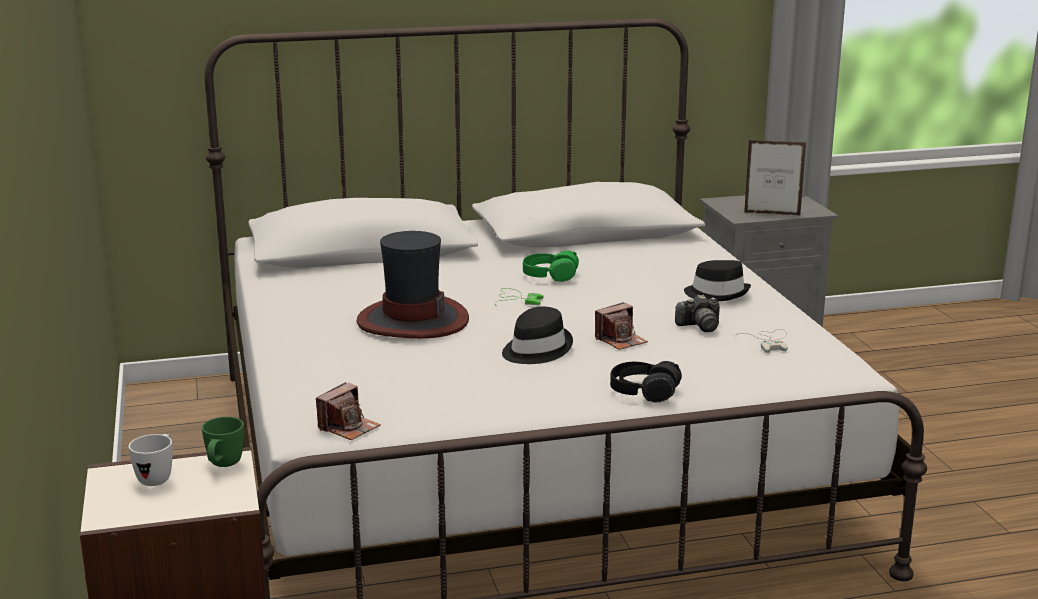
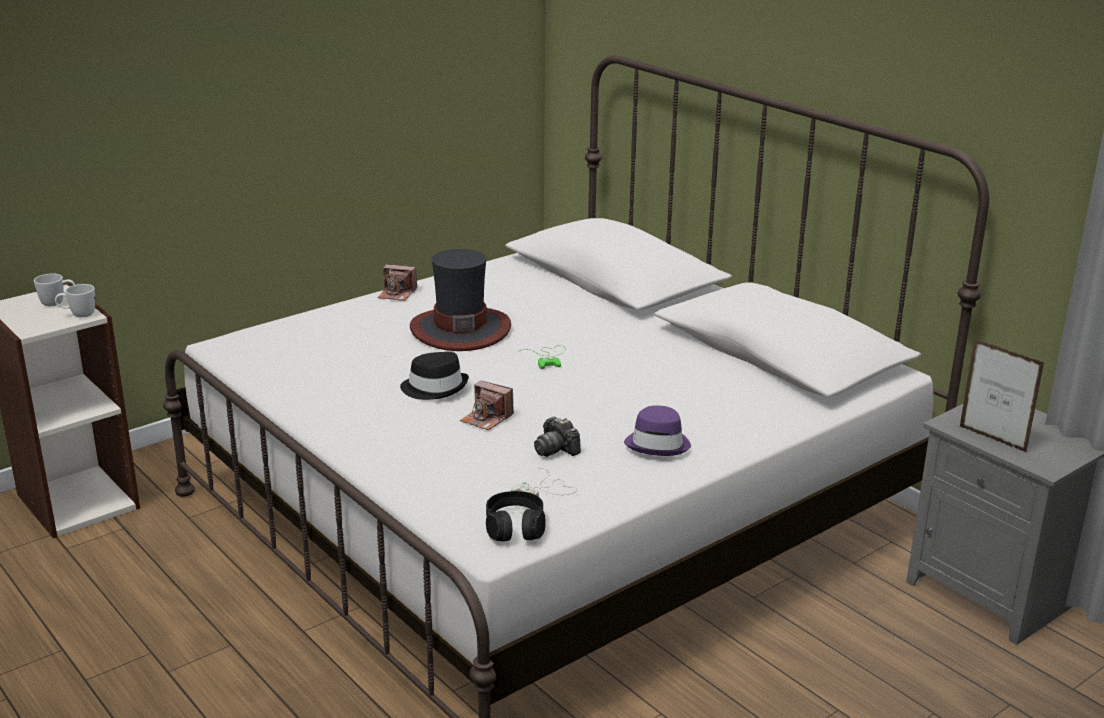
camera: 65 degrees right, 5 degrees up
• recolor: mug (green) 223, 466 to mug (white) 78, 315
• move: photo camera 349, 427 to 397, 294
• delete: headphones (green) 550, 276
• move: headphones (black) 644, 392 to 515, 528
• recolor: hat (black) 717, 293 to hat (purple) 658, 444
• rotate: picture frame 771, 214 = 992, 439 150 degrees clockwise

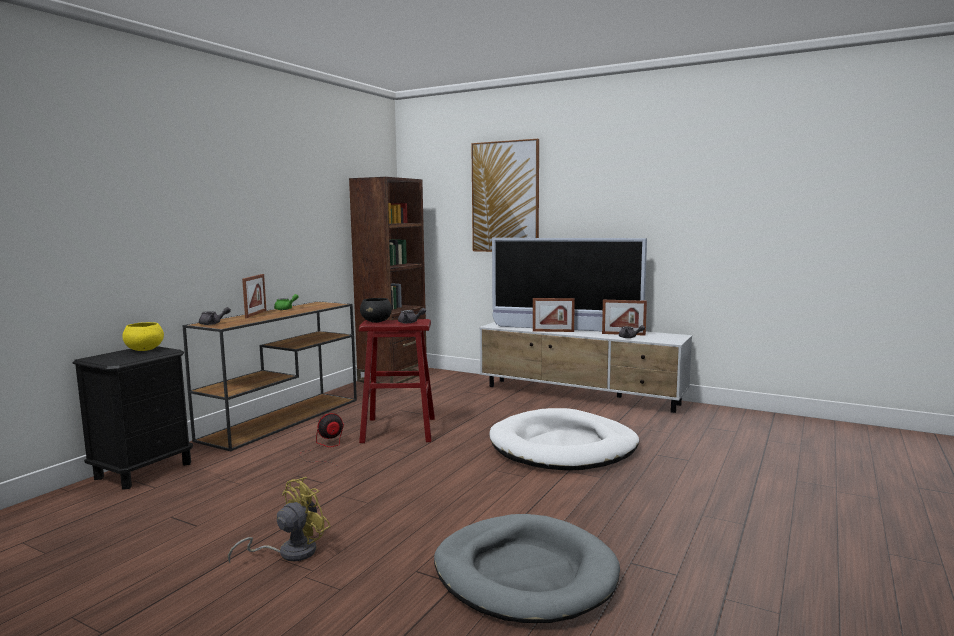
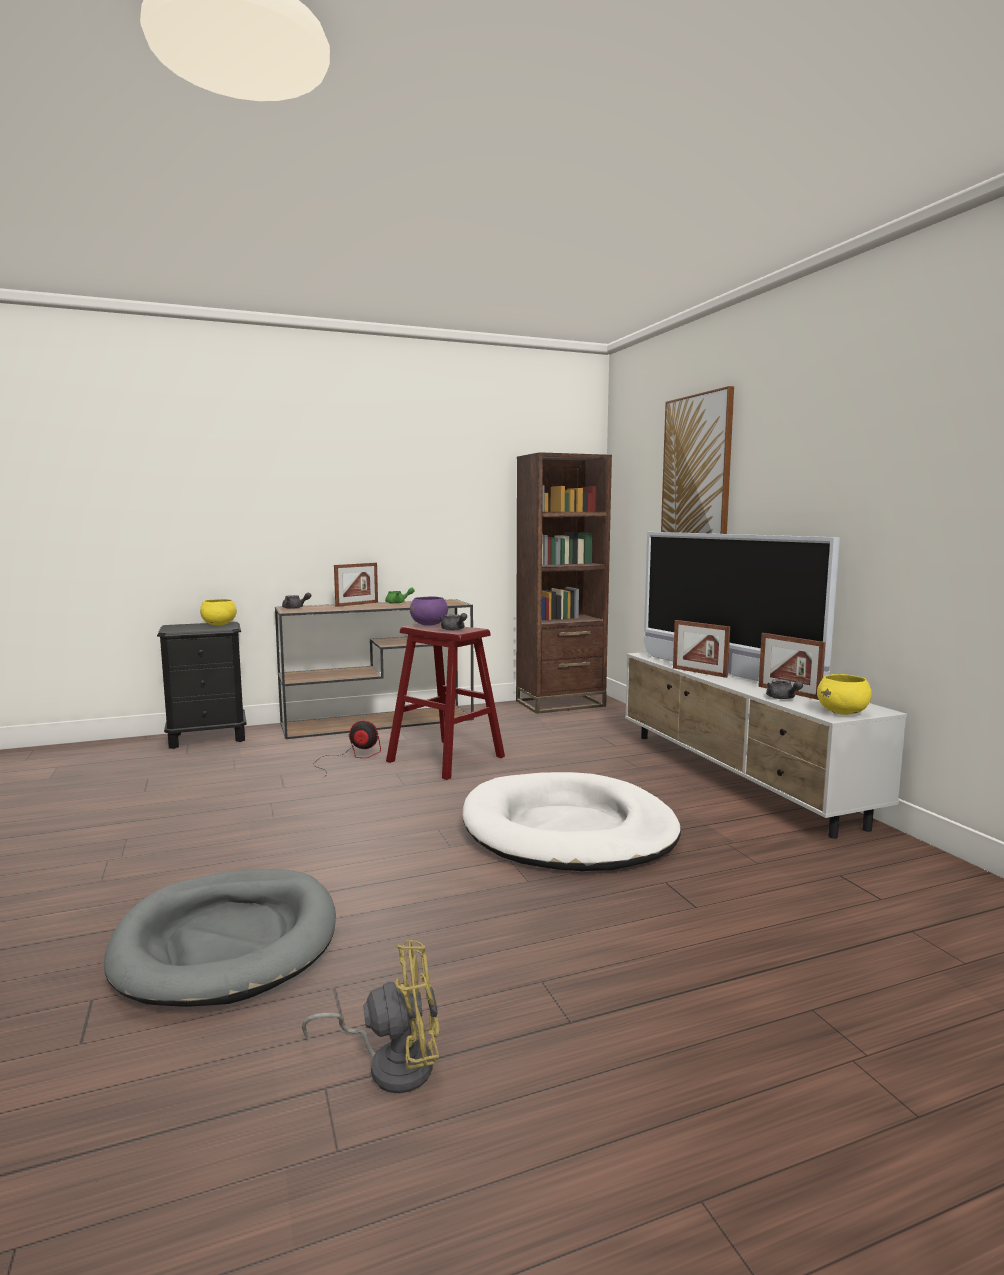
camera: 40 degrees right, 0 degrees up
• move: fan (yellow) 289, 552 to 391, 1064
• recolor: bowl (black) 376, 321 to bowl (purple) 429, 624
• insert: bowl (yellow) 843, 712

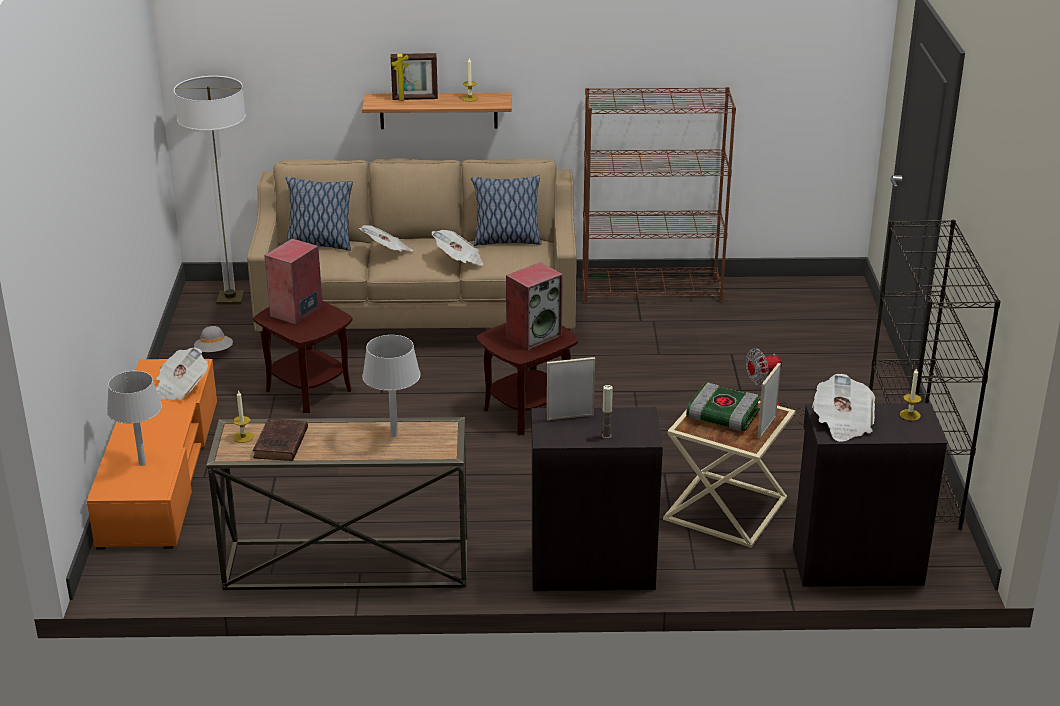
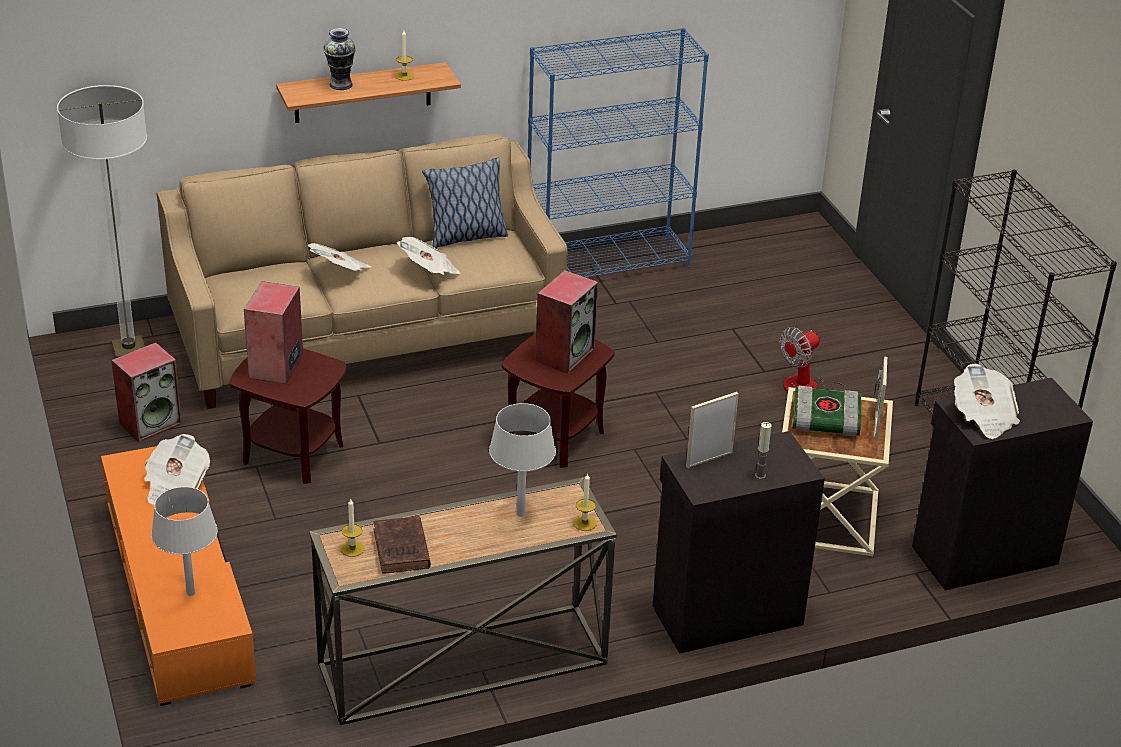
camera: 20 degrees left, 5 degrees up
• replace: hat (grey) 214, 352 to speaker 151, 423
• delete: pillow 319, 244
• replace: picture frame 415, 99 to vase 341, 84
• recolor: bookcase (brown) 652, 290 to bookcase (blue) 608, 263
• move: candle 910, 415 to 584, 523

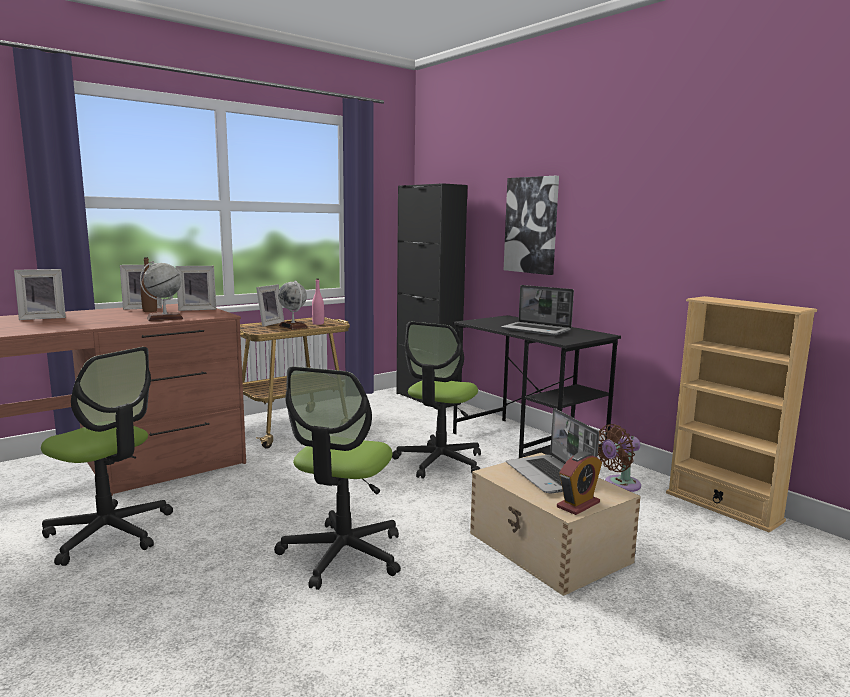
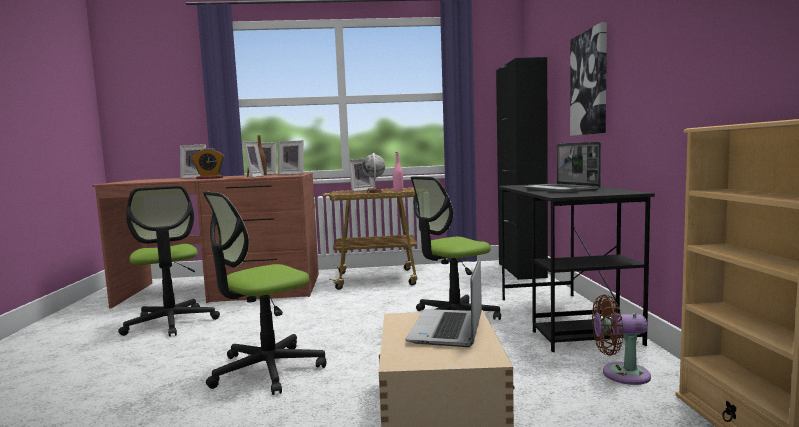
camera: 35 degrees right, 5 degrees down
• replace: globe 165, 318 to picture frame 252, 177
• move: alarm clock 578, 505 to 210, 178

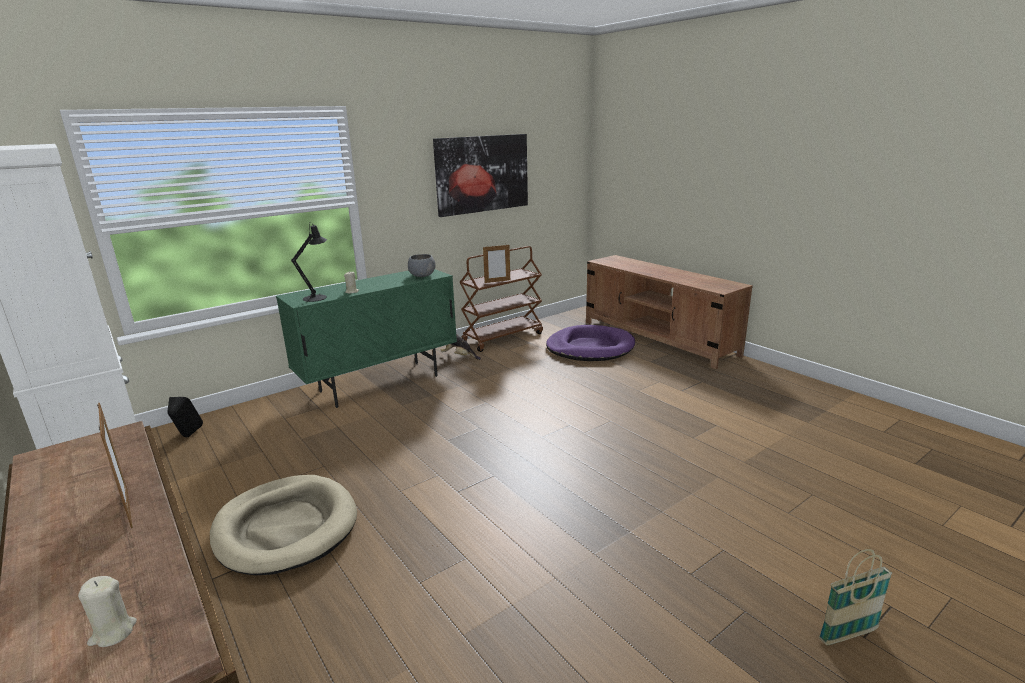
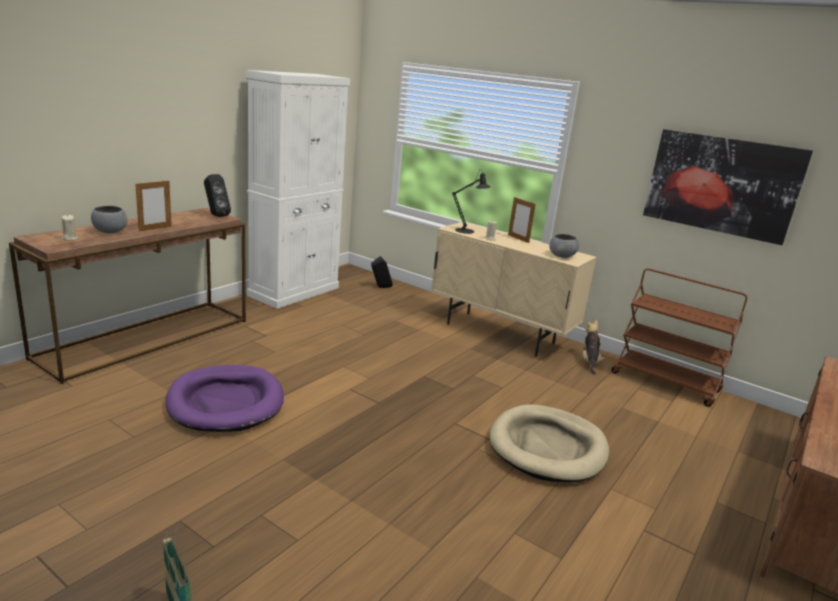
camera: 70 degrees right, 0 degrees up
• move: dog bed (beige) 286, 528 to 548, 447
• recolor: cabinet (green) 380, 383 to cabinet (beige) 500, 334
• move: picture frame 497, 281 to 518, 239
• move: dog bed (purple) 590, 348 to 226, 402
• insert: bowl (grey) 110, 231
• insert: speaker (black) 215, 215

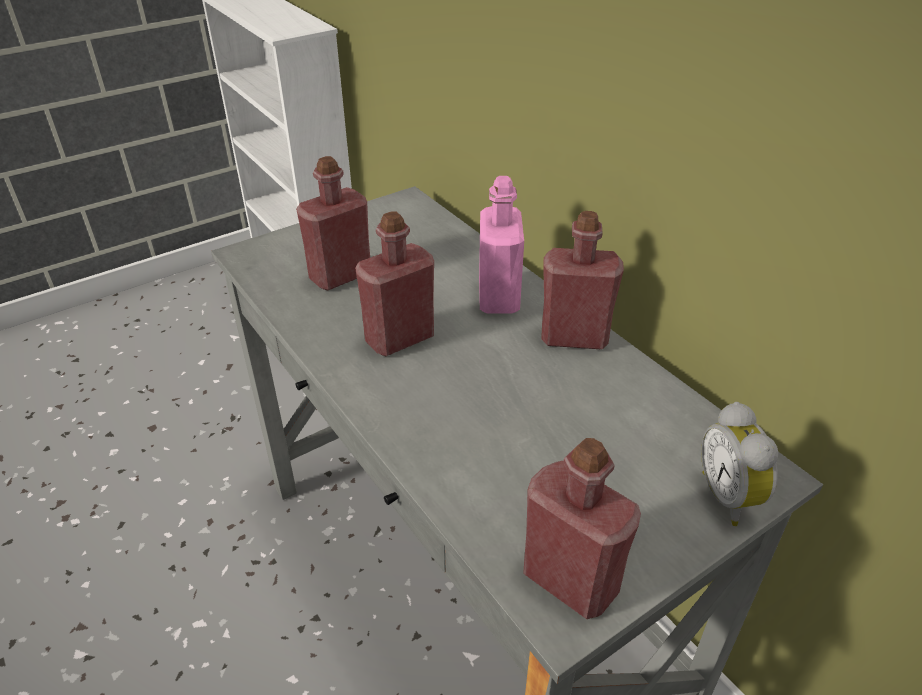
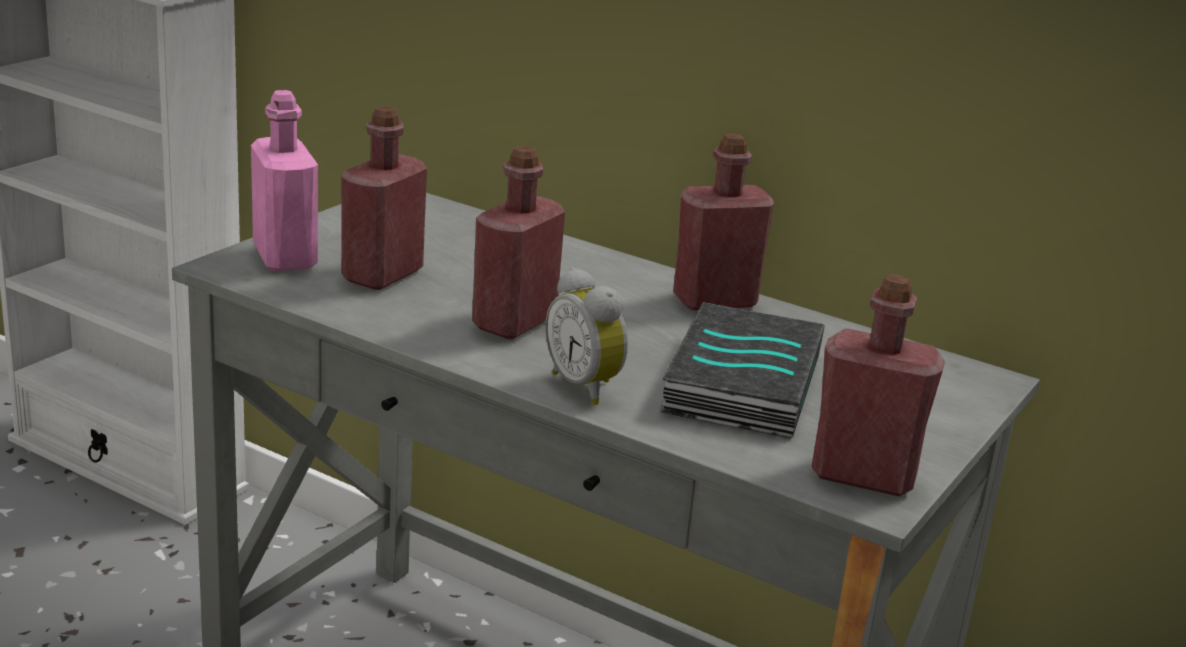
camera: 25 degrees left, 15 degrees down
• move: bottle (pink) 498, 298 to 285, 257
• move: alarm clock 730, 497 to 586, 387
• insert: book 739, 382

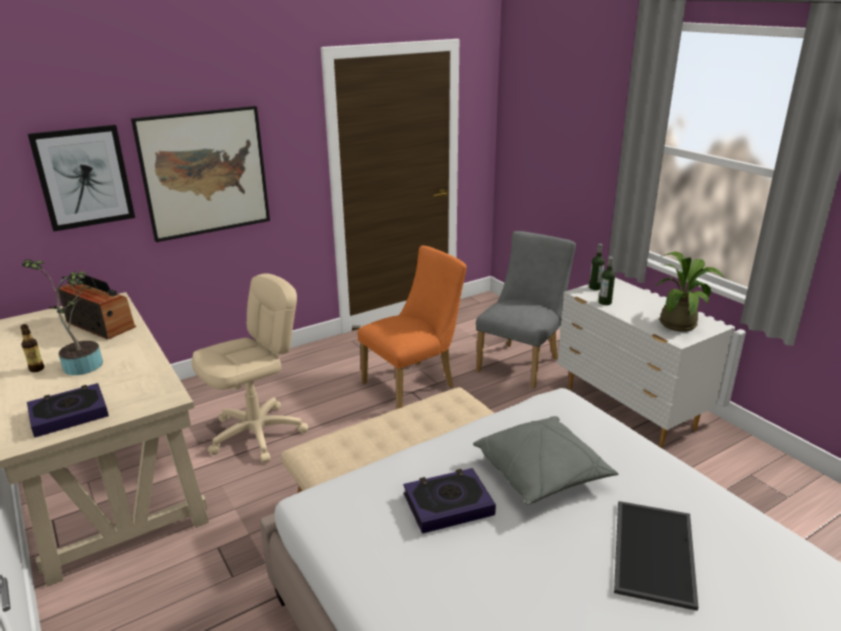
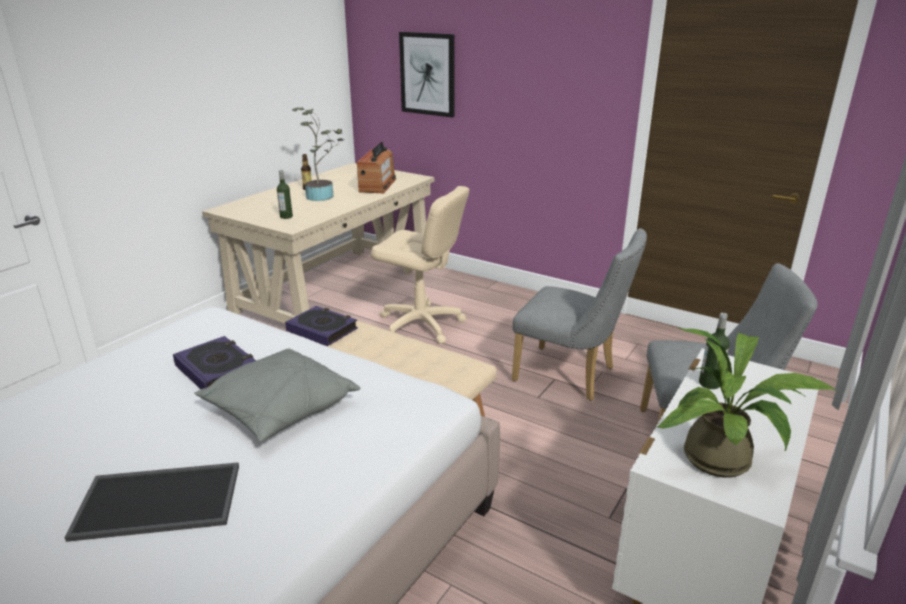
camera: 65 degrees right, 0 degrees up
• move: book 69, 414 to 322, 330
• delete: picture 205, 173
• recolor: chair (orange) 414, 383 to chair (grey) 571, 376
• move: bottle 595, 288 to 286, 217

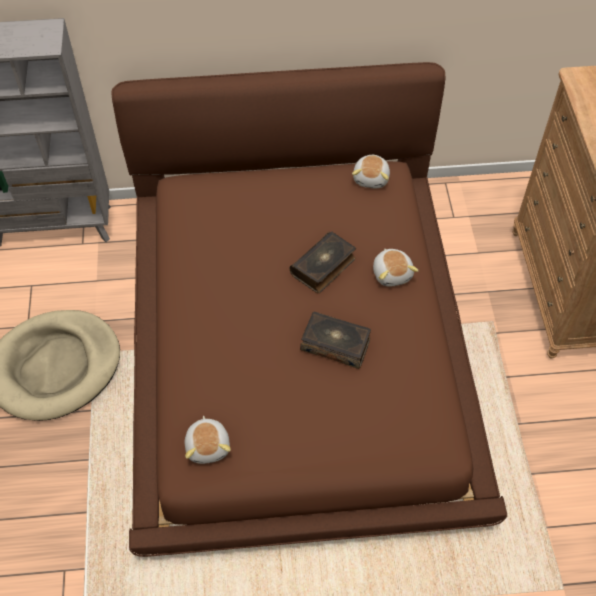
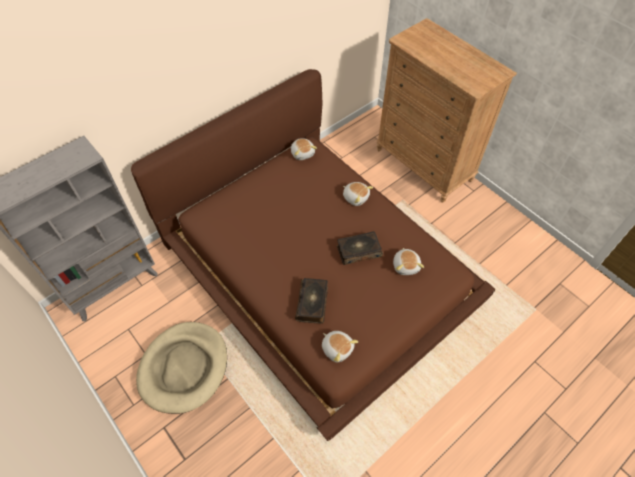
camera: 35 degrees left, 0 degrees up
• move: book 324, 267 to 312, 303
• insert: plush toy 406, 266

